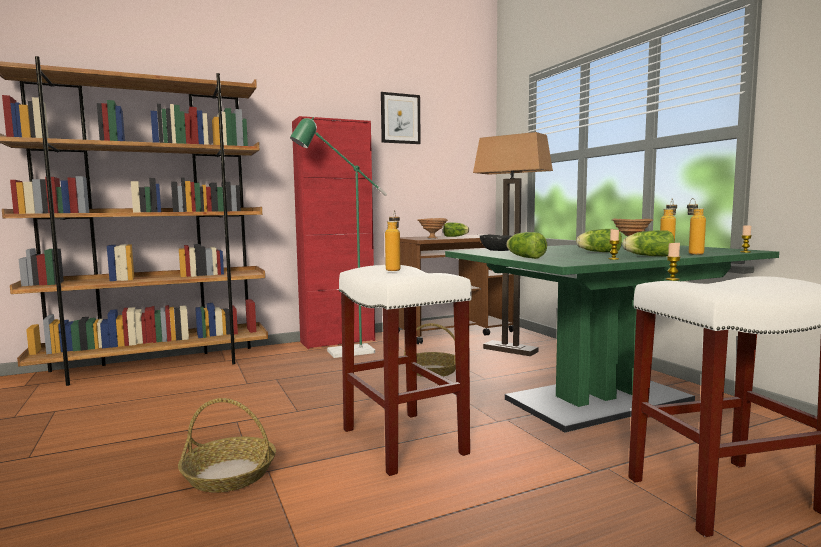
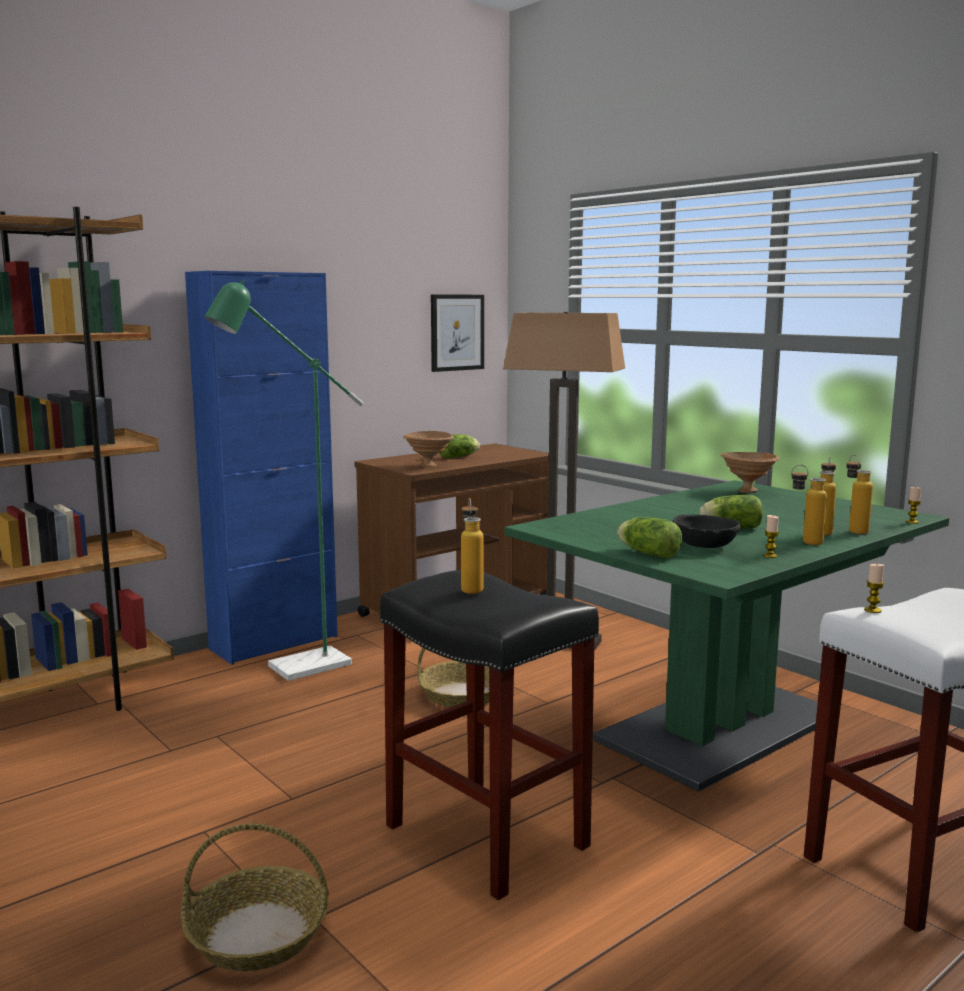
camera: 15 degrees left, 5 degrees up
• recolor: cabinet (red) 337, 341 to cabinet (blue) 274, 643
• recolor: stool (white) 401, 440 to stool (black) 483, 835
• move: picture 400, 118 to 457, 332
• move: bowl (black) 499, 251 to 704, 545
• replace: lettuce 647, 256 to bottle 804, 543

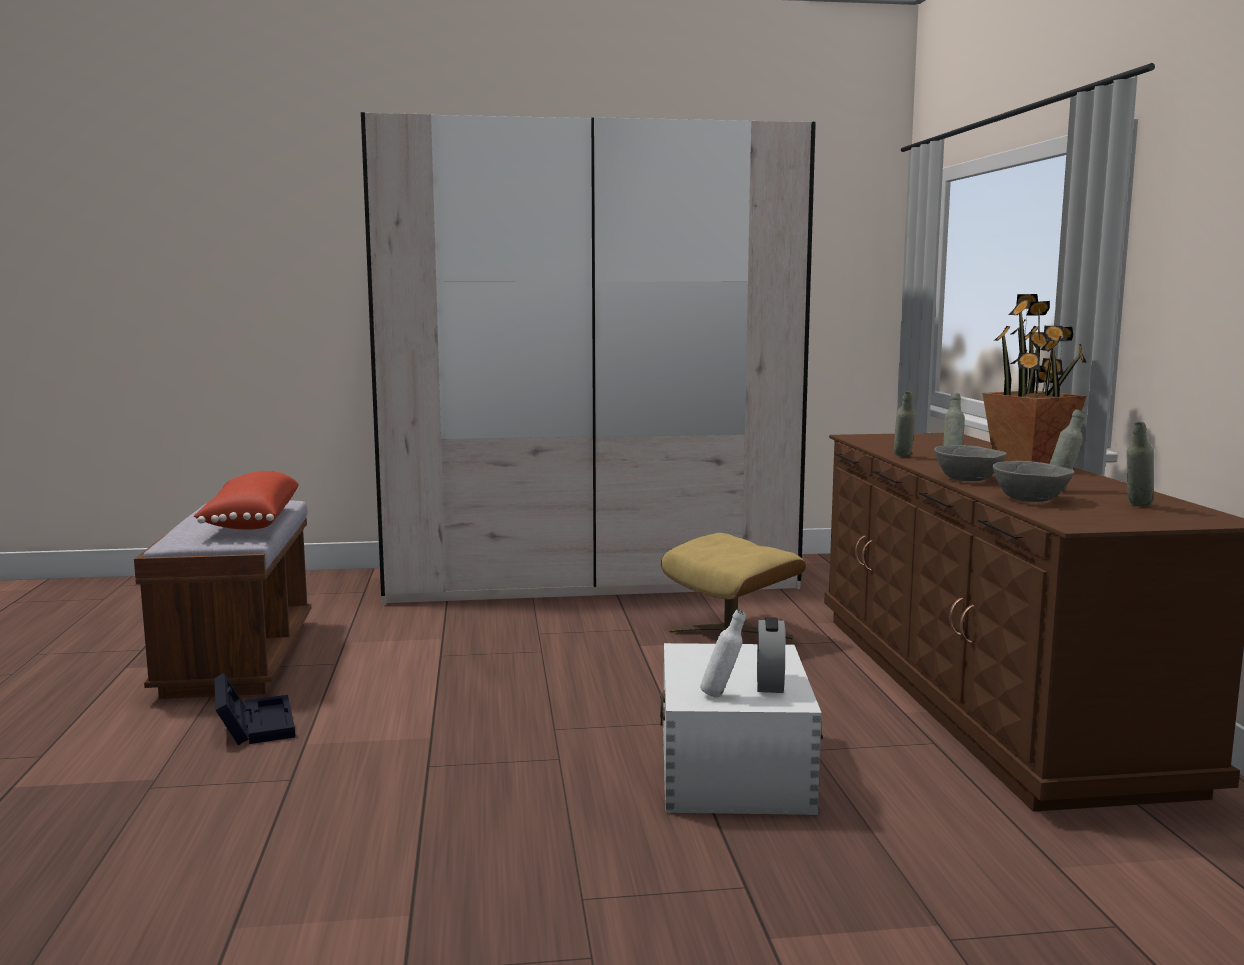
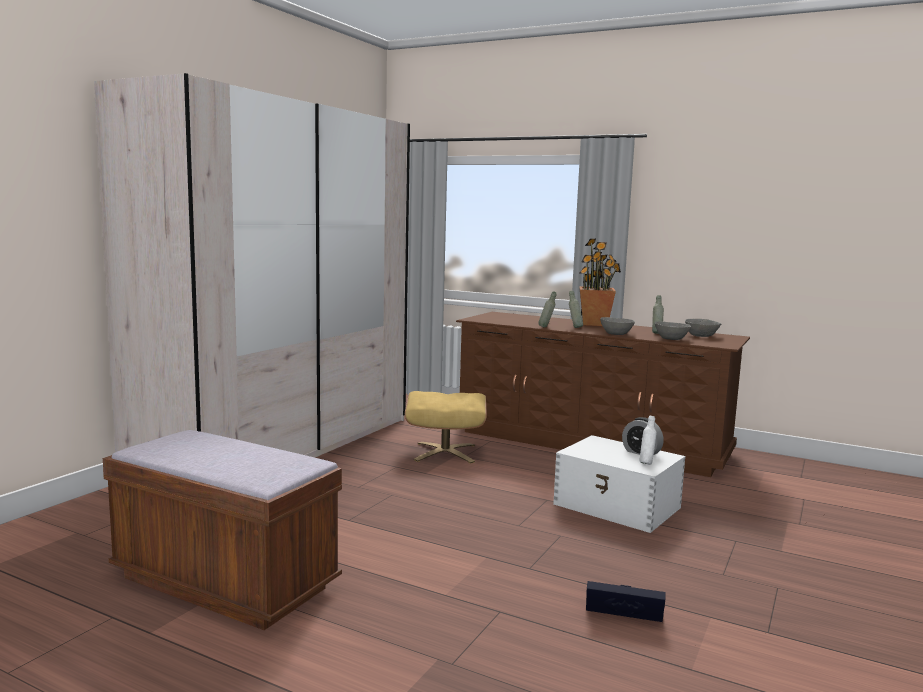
camera: 55 degrees left, 0 degrees up
• delete: pillow (red) 249, 522
• move: storage box (black) 254, 724 to 621, 609
• replace: bottle (grey) 1137, 506 to bowl (grey) 701, 336

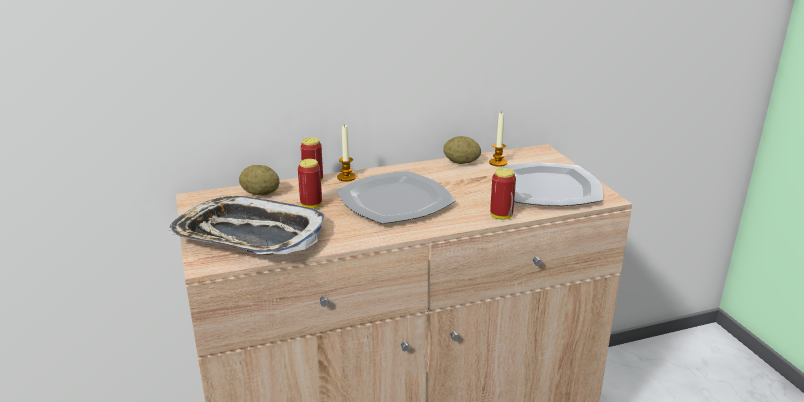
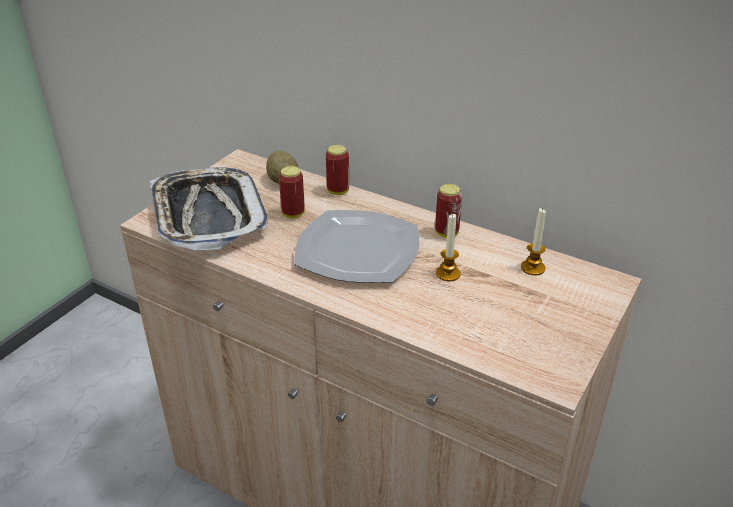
camera: 50 degrees right, 10 degrees up
• move: candle 346, 177 to 448, 274
• delete: potato 461, 162
• move: can 501, 216 to 446, 233
• delete: plate 549, 189

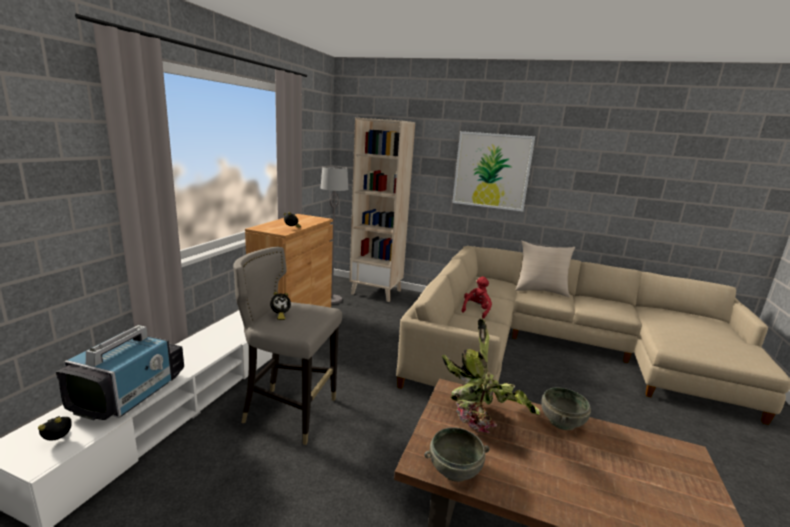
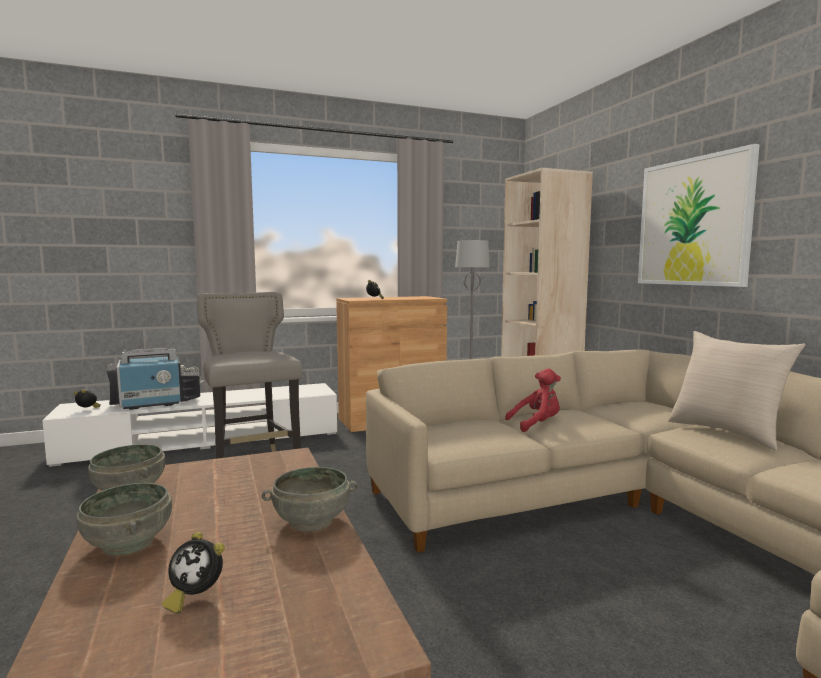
camera: 50 degrees right, 10 degrees down
• move: alarm clock 280, 316 to 195, 597
• delete: potted plant 485, 422
• insert: bowl (grey) 130, 542

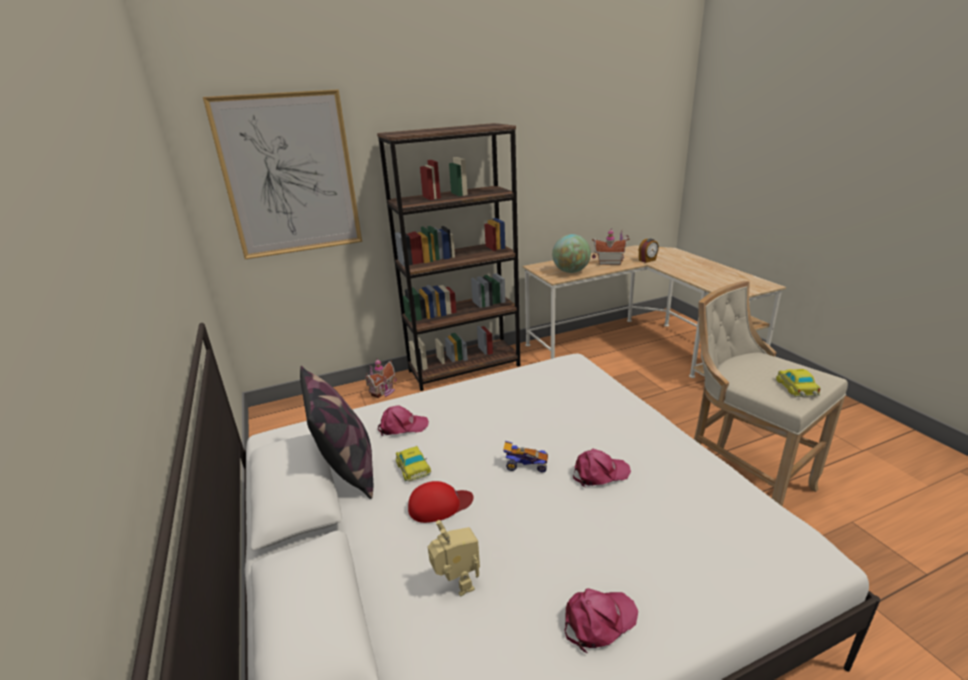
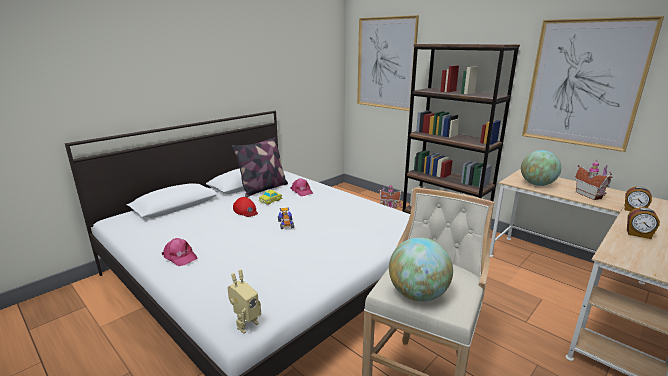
camera: 65 degrees right, 5 degrees down
• move: toy robot 457, 585 to 245, 324
• delete: cap (pink) 599, 473
• replace: toy car 797, 388 to globe 417, 294
• insert: picture 583, 84
• insert: alarm clock 638, 234

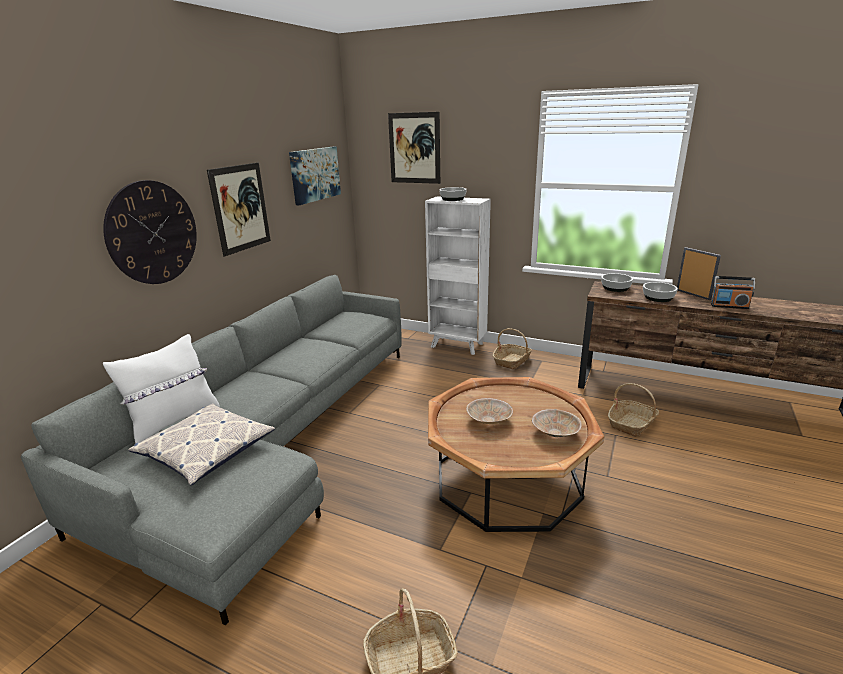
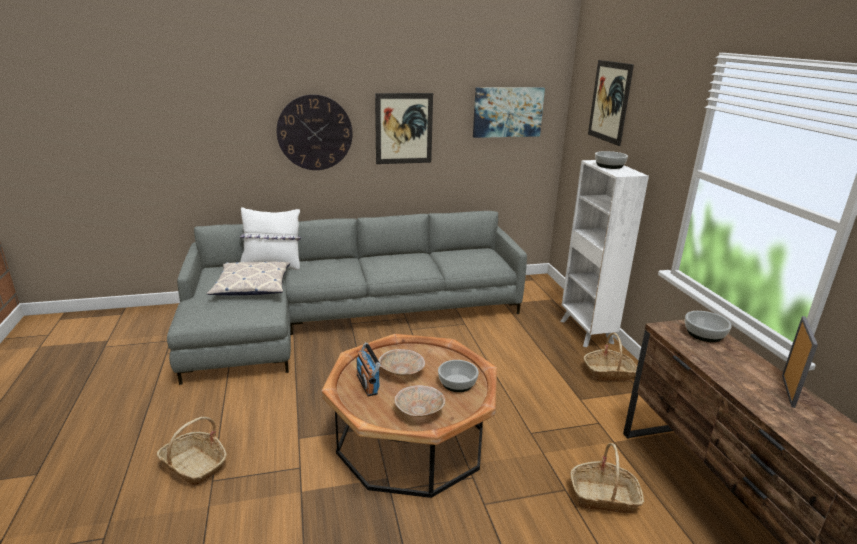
camera: 50 degrees right, 0 degrees up
• move: bowl 658, 298 to 457, 383
• move: radio 729, 306 to 367, 384

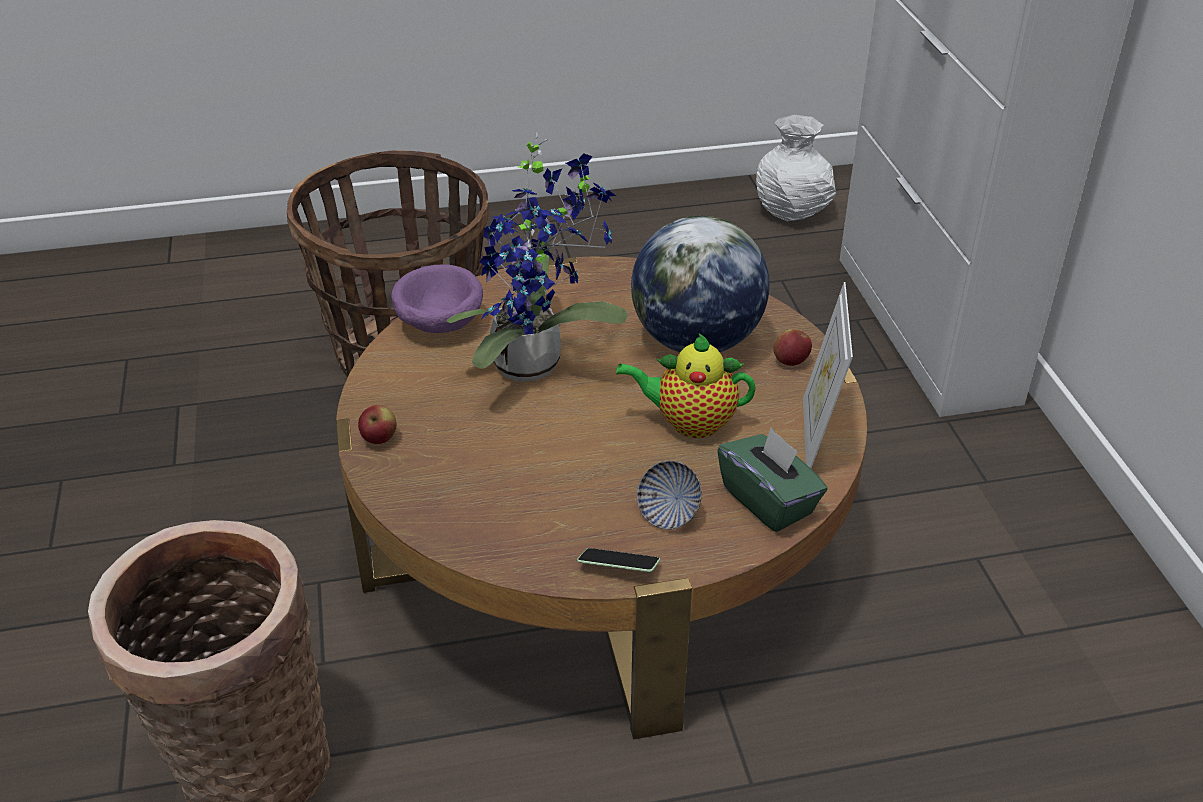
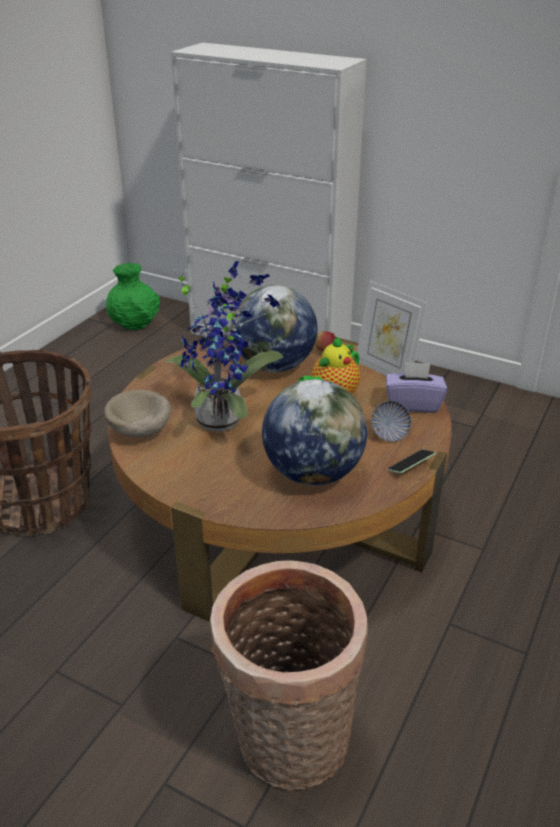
camera: 50 degrees left, 5 degrees down
• delete: apple 379, 439
• recolor: bowl (purple) 438, 324 to bowl (beige) 140, 432
• recolor: tissue box (green) 769, 501 to tissue box (purple) 413, 404
• recolor: vase (white) 792, 211 to vase (green) 136, 324
• insert: globe 313, 473

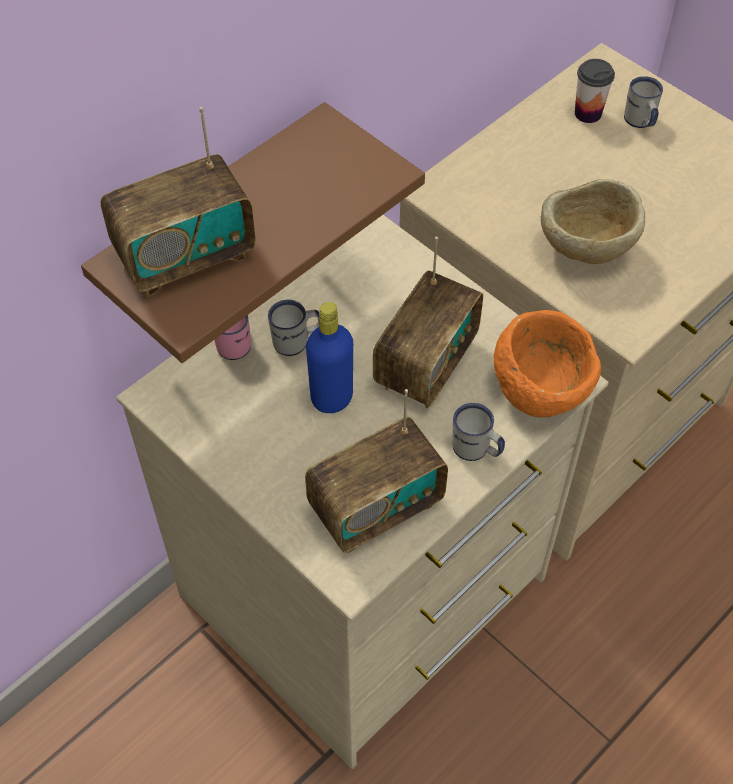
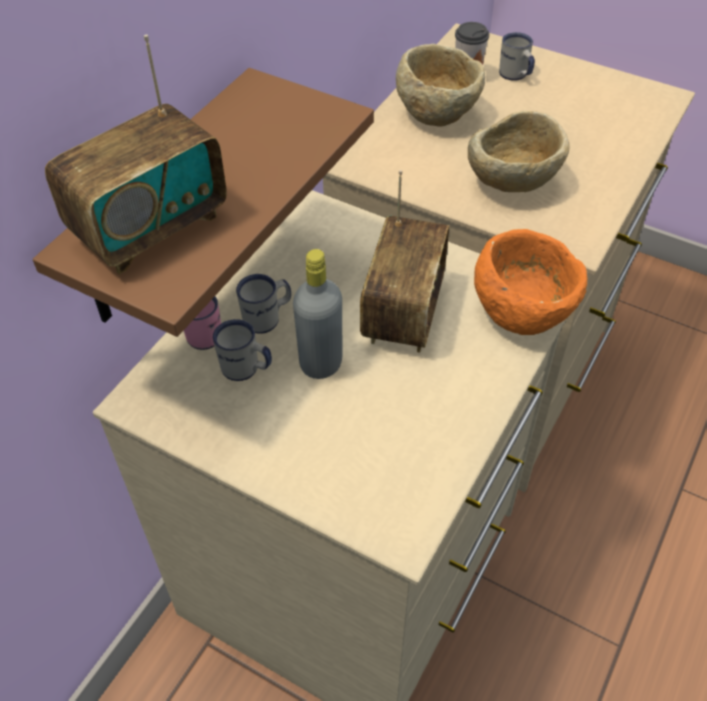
camera: 15 degrees left, 5 degrees down
• delete: radio 375, 508
• recolor: bottle (blue) 331, 398 to bottle (grey) 321, 363
• move: mug (white) 476, 450 to 246, 370
• insert: bowl (beige) 438, 114

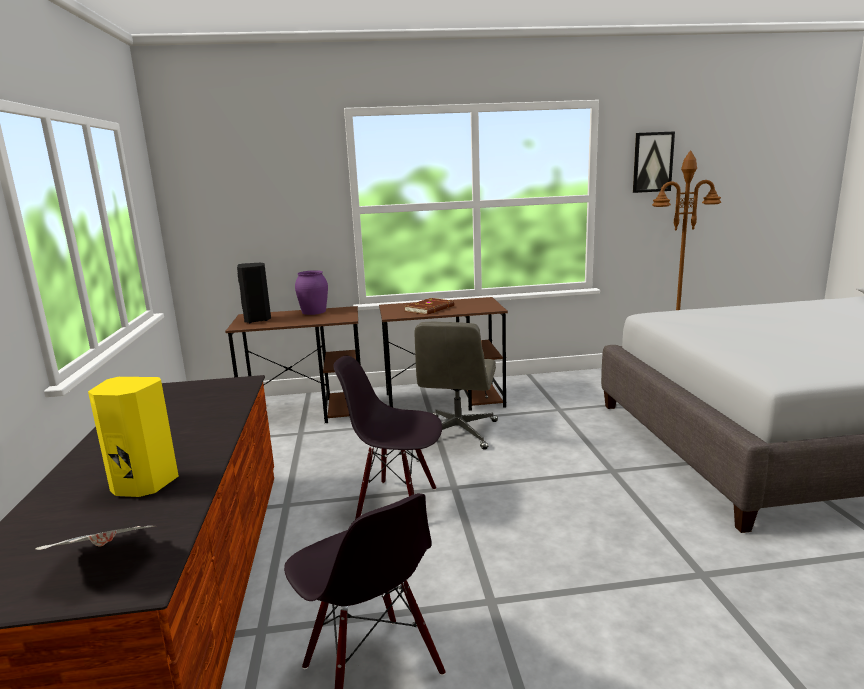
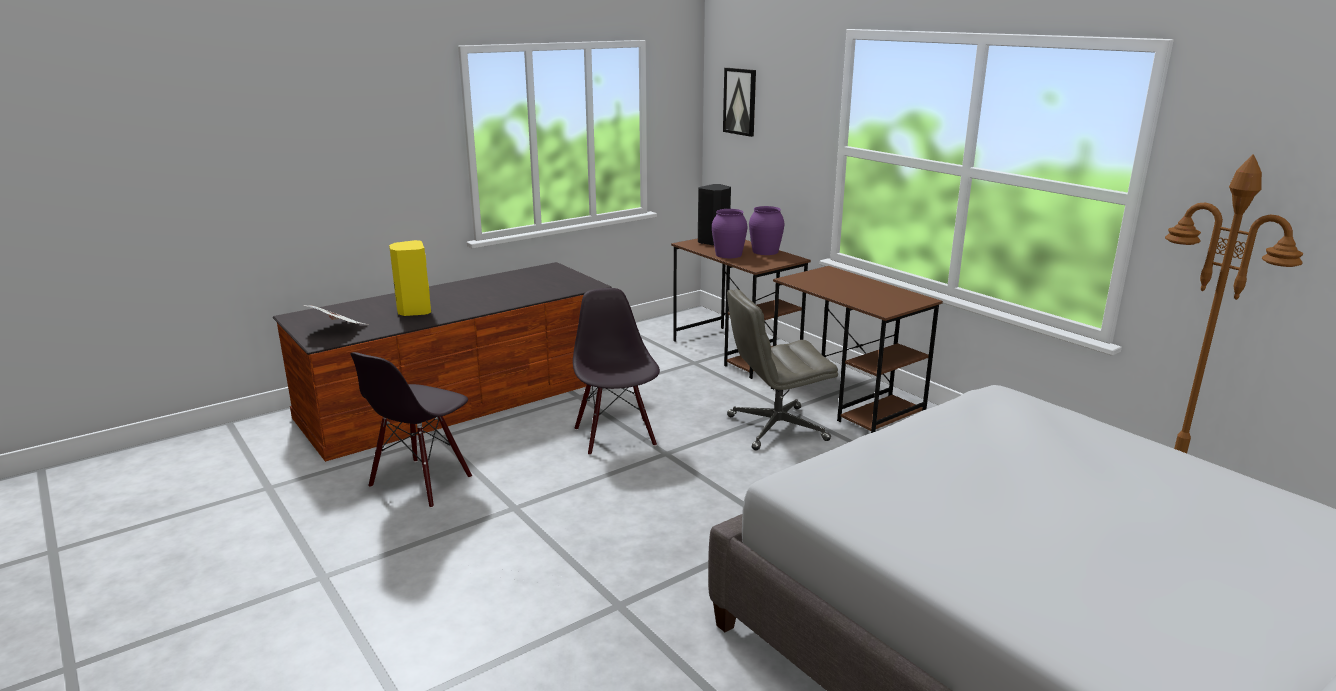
camera: 60 degrees right, 5 degrees up
• delete: book (brown) 430, 309
• move: picture 652, 162 to 740, 101
• insert: vase (purple) 728, 254

